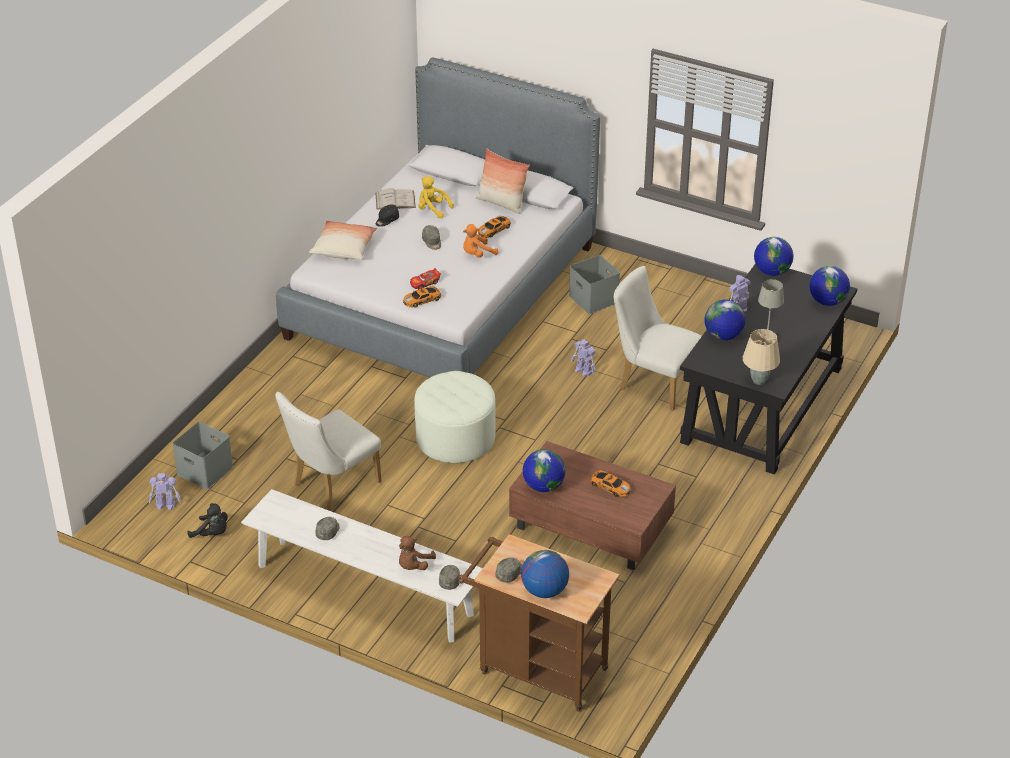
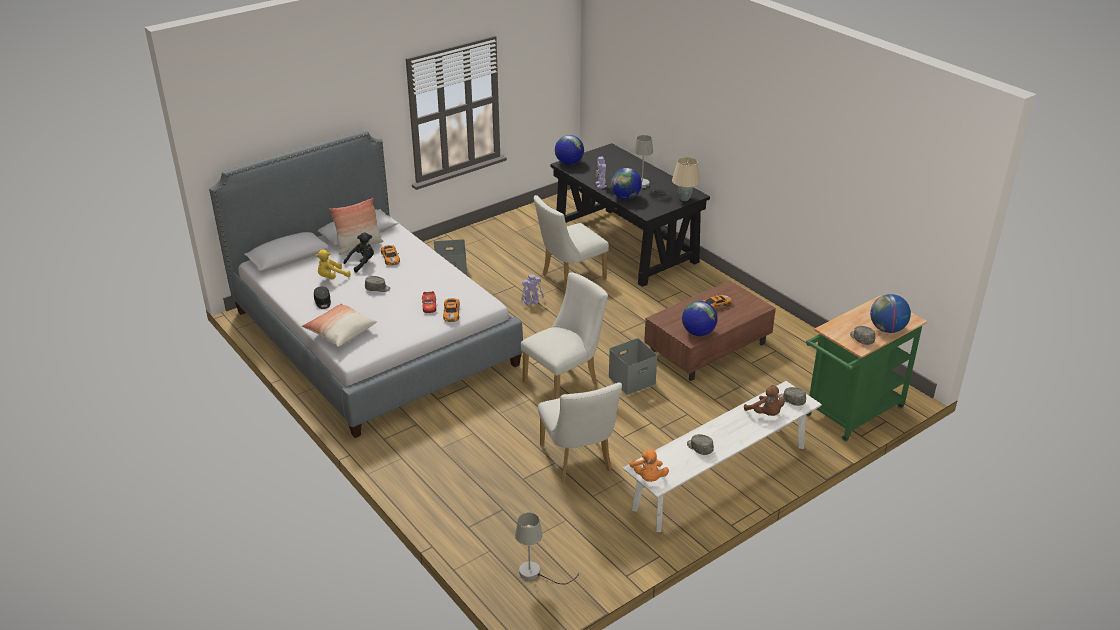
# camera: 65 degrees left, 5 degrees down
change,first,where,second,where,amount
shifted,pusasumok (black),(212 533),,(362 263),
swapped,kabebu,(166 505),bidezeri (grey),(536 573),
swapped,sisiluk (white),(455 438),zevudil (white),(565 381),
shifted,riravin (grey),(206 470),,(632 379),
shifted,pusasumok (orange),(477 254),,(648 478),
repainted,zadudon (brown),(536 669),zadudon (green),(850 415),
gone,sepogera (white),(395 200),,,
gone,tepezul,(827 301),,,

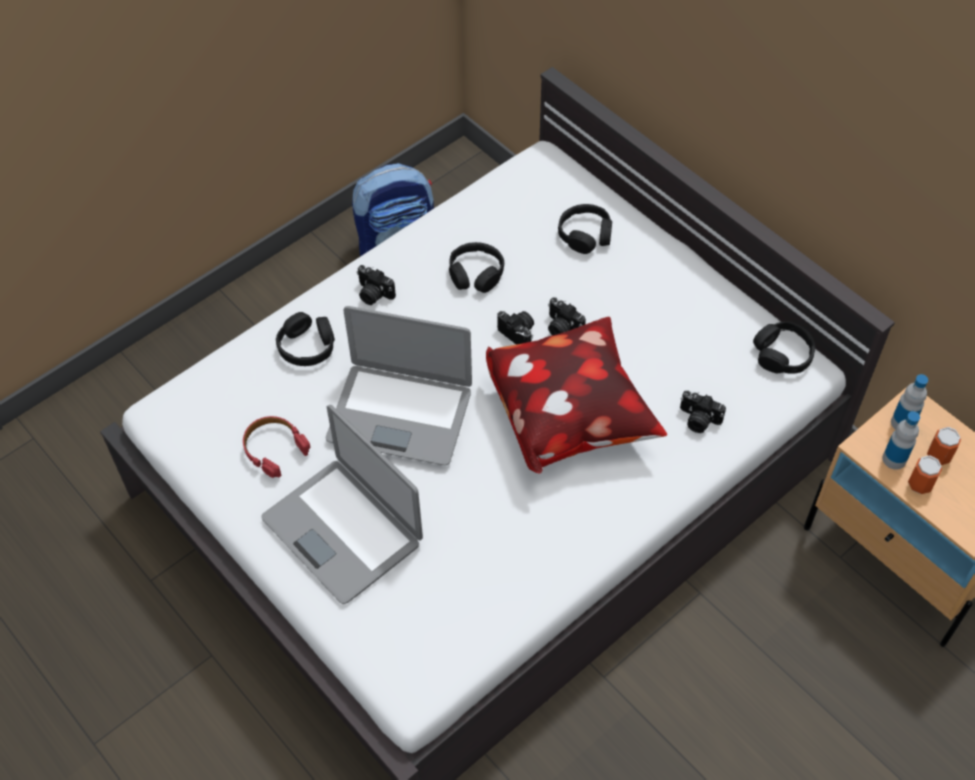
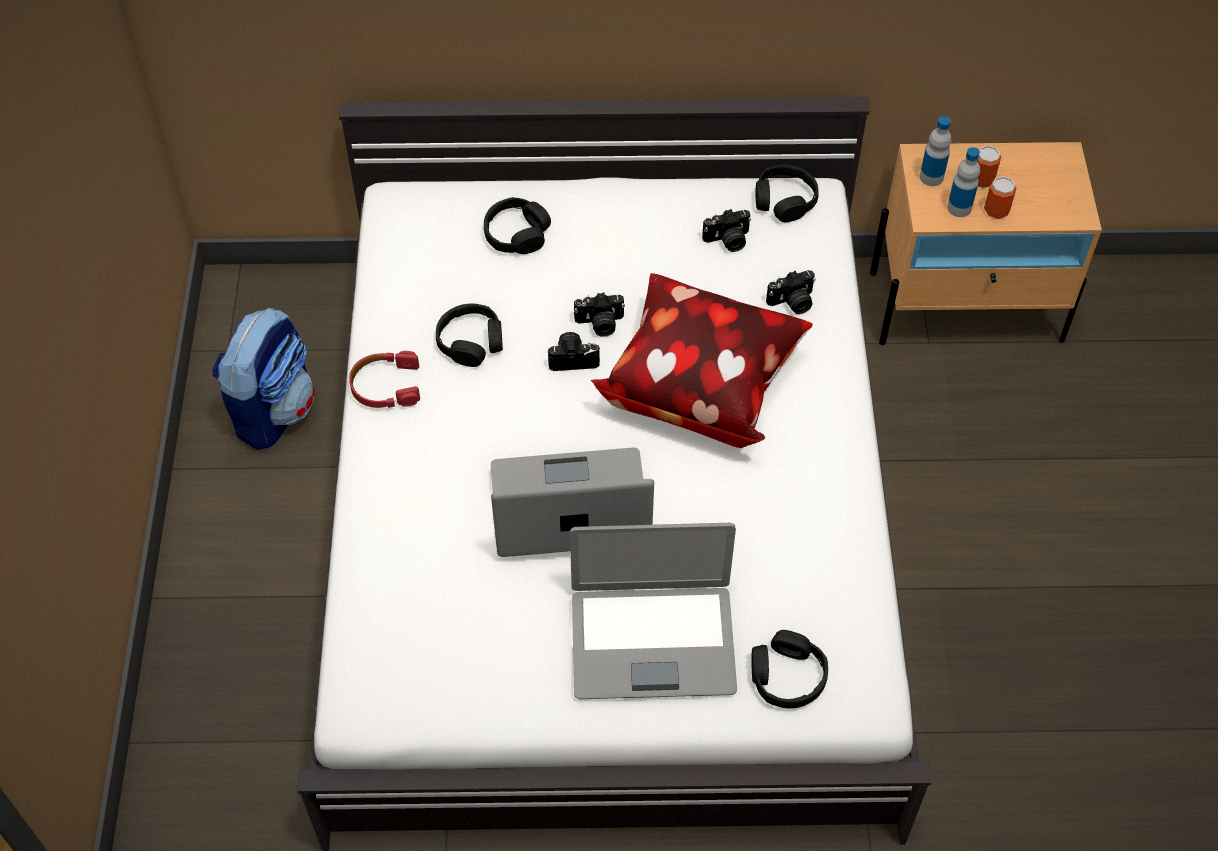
# camera: 50 degrees left, 0 degrees up
change,first,where,second,where,amount
shifted,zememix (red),(274 449),,(385 386),
rotated,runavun,(400 414),,(570 508),150 degrees counterclockwise
shifted,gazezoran,(373 294),,(728 241),
shifted,zememix (black),(307 346),,(787 676),

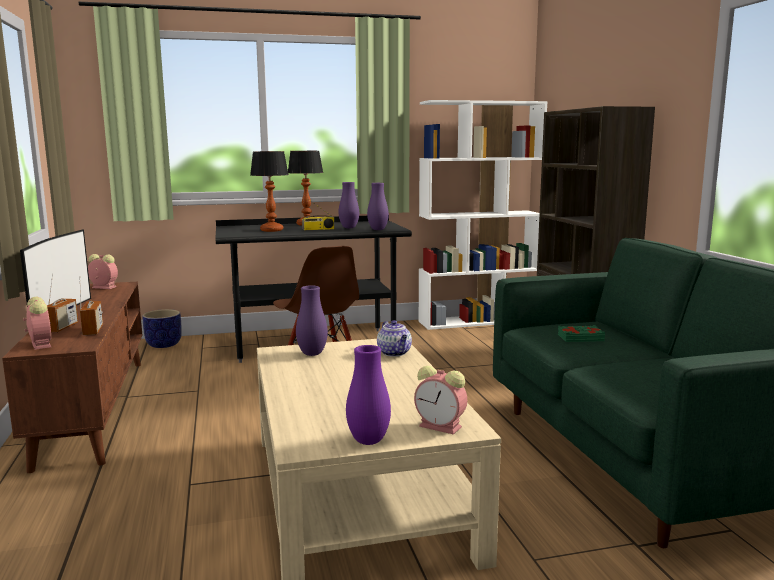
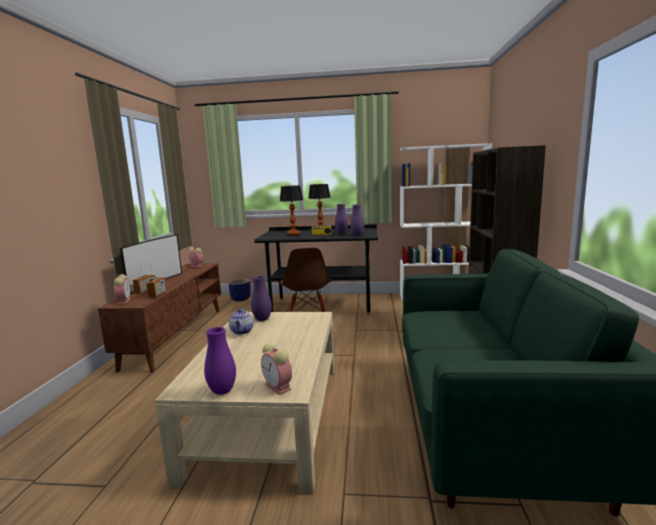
# camera: 20 degrees right, 0 degrees up
change,first,where,second,where,amount
shifted,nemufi,(395 353),,(242 331),
gone,sepogera (green),(580 338),,,

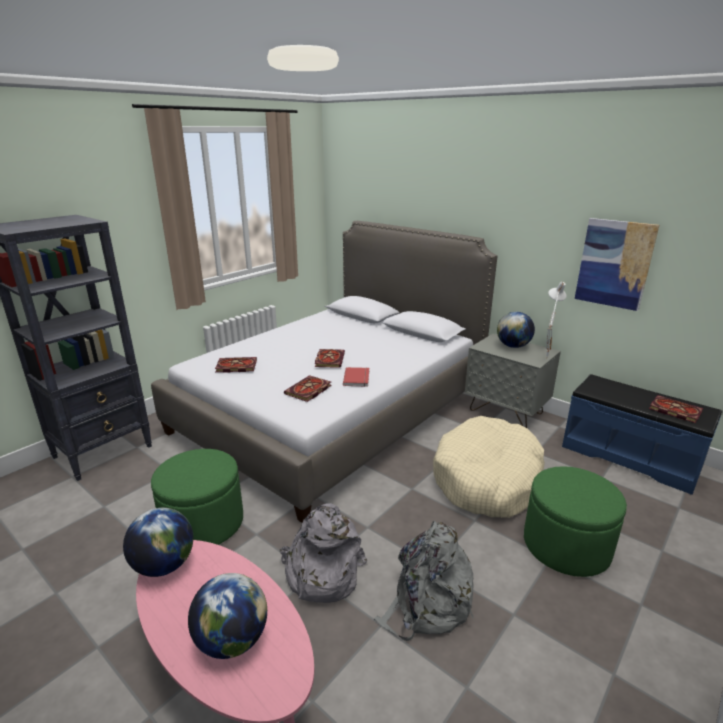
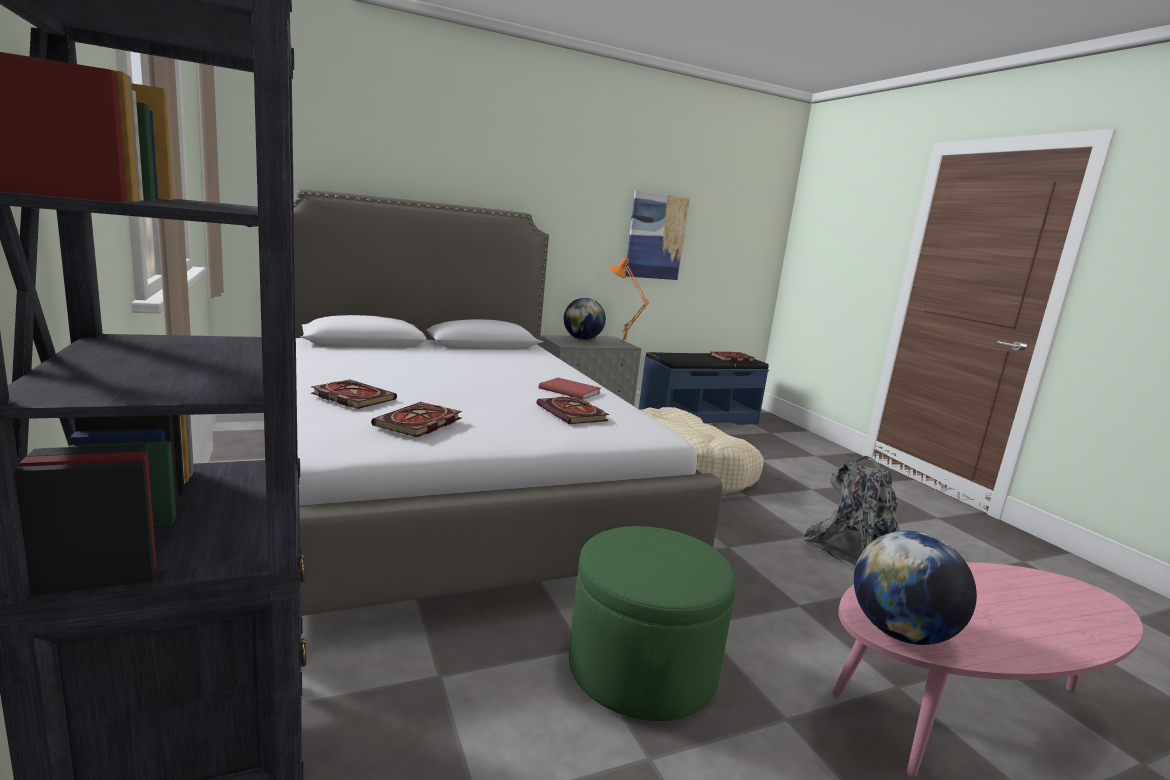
# camera: 65 degrees left, 10 degrees down
change,first,where,second,where,amount
shifted,sepogera,(329 359),,(351 397),
repainted,bidezeri (white),(545 357),bidezeri (orange),(622 341),
gone,tepezul,(232 640),,,
gone,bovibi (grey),(321 573),,,
gone,sisiluk (green),(566 545),,,

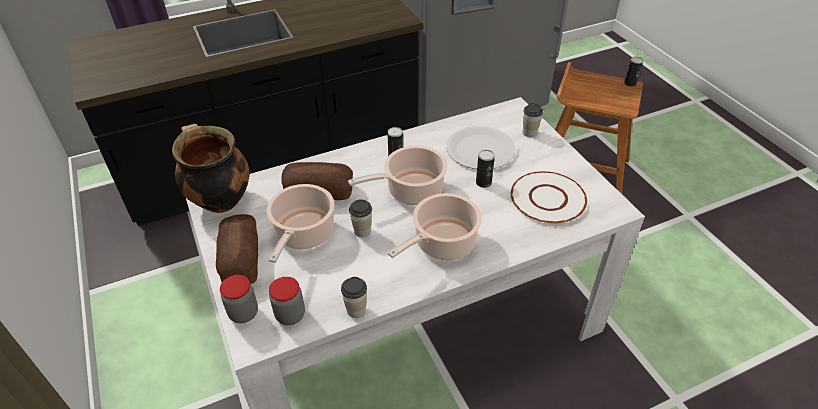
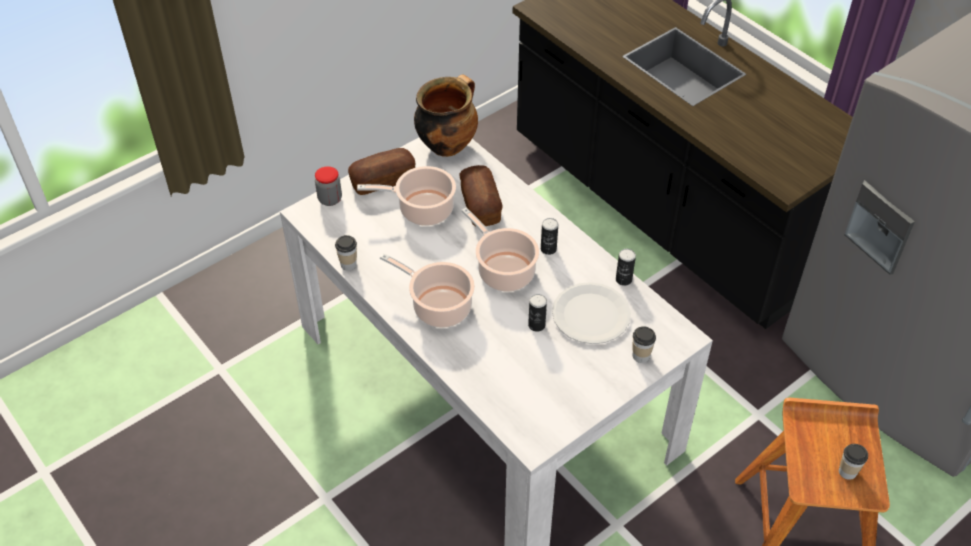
# camera: 75 degrees right, 5 degrees up
change,first,where,second,where,amount
shifted,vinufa,(630 83),,(623 279),
shifted,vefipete,(362 231),,(847 471),
gone,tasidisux,(290 315),,,
gone,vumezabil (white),(547 199),,,

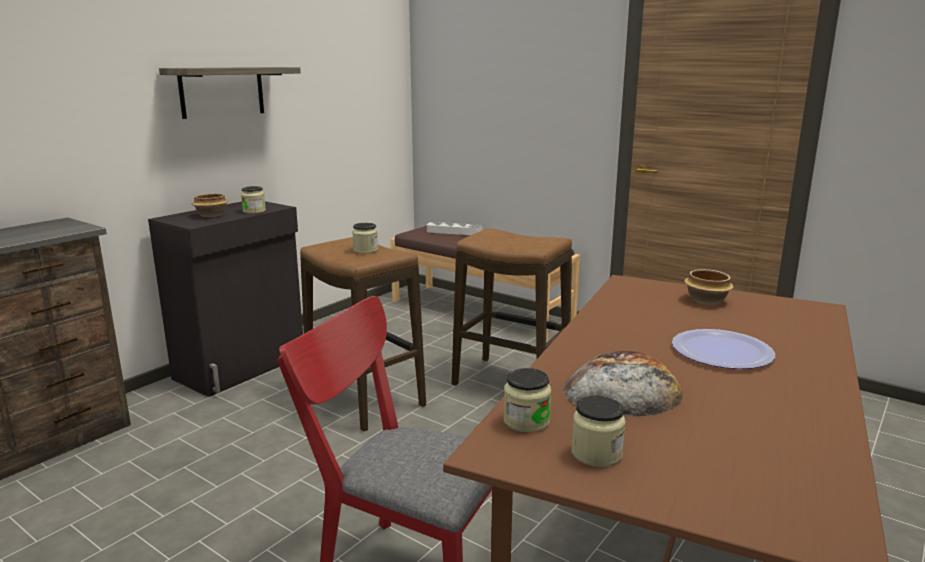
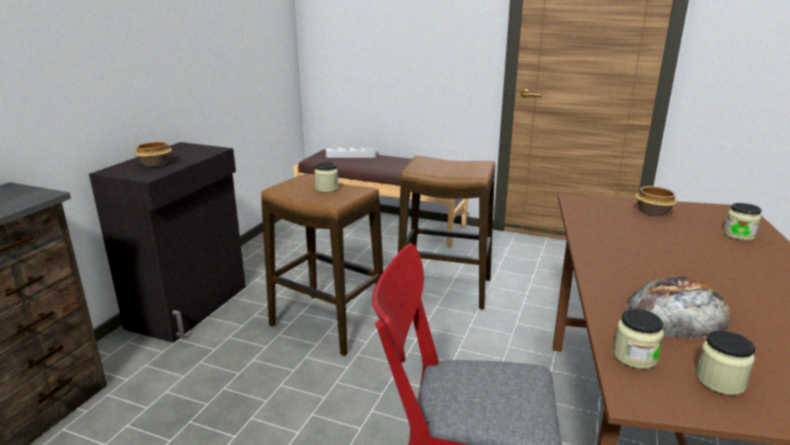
# camera: 15 degrees left, 5 degrees up
change,first,where,second,where,amount
shifted,tasidisux,(254 211),,(739 235),
gone,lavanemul,(222 91),,,
gone,vumezabil,(722 351),,,

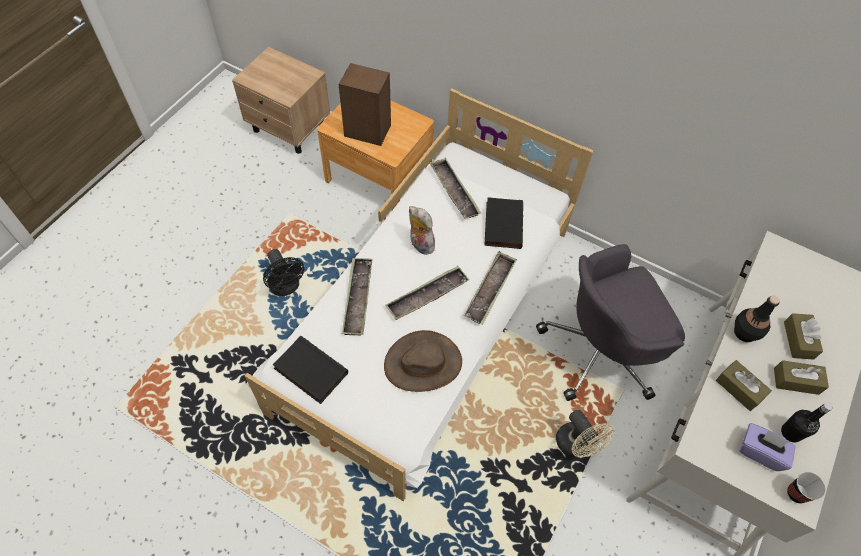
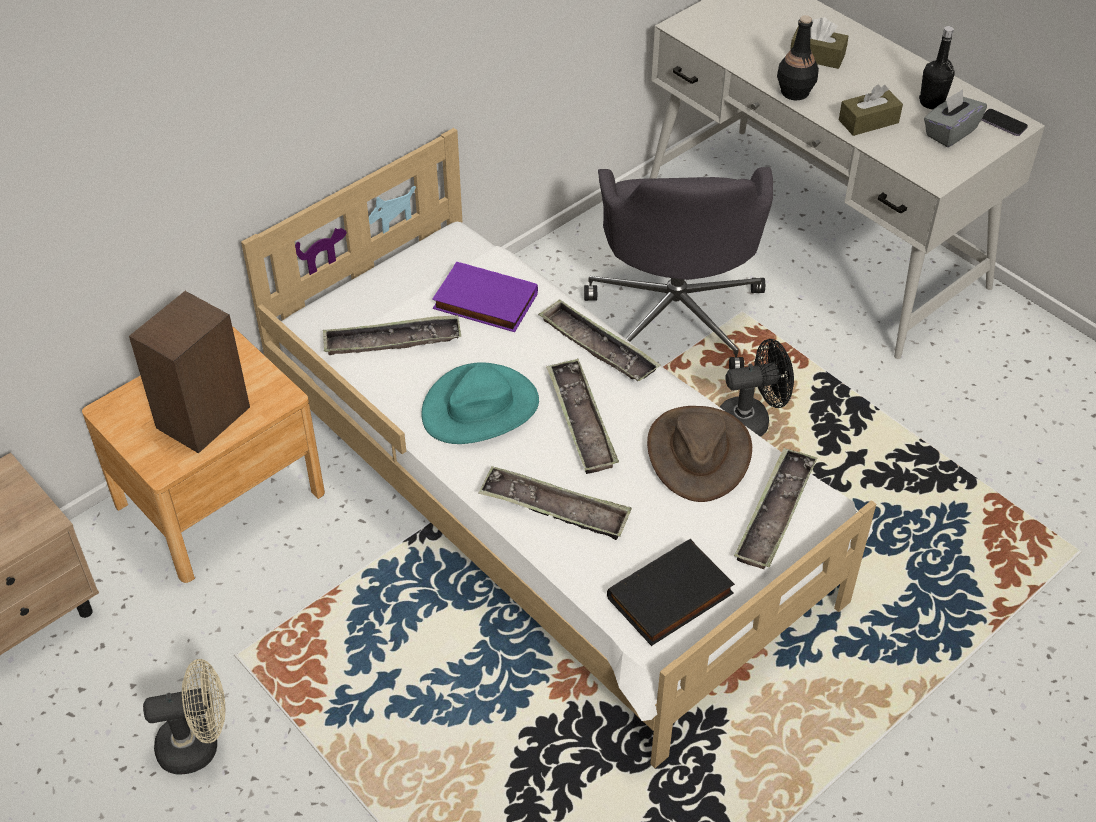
# camera: 70 degrees left, 10 degrees down
change,first,where,second,where,amount
shifted,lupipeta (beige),(576 446),,(198 745),
swapped,pusasumok,(420 244),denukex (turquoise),(480 408),
repainted,sepogera (black),(502 224),sepogera (purple),(484 303),
shifted,lupipeta (black),(286 287),,(751 421),
new,,,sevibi,(775 513),
repainted,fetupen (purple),(760 451),fetupen (grey),(950 132),
swapped,vefipete,(796 493),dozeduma,(1003 124),
gone,fetupen (brown),(796 381),,,

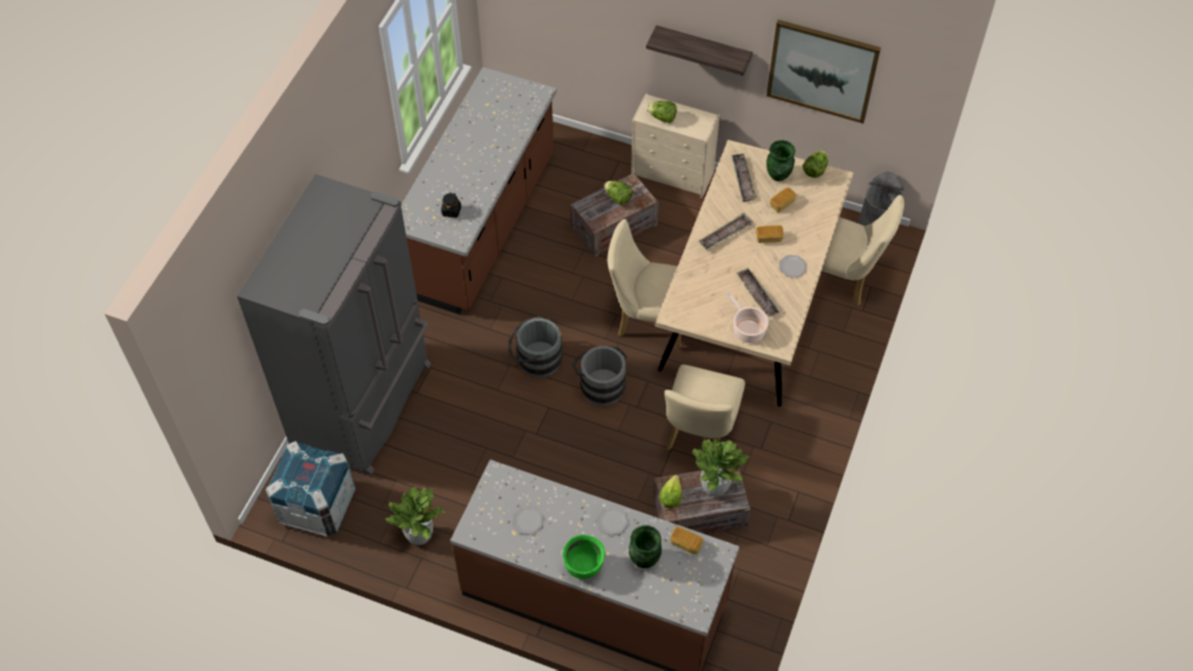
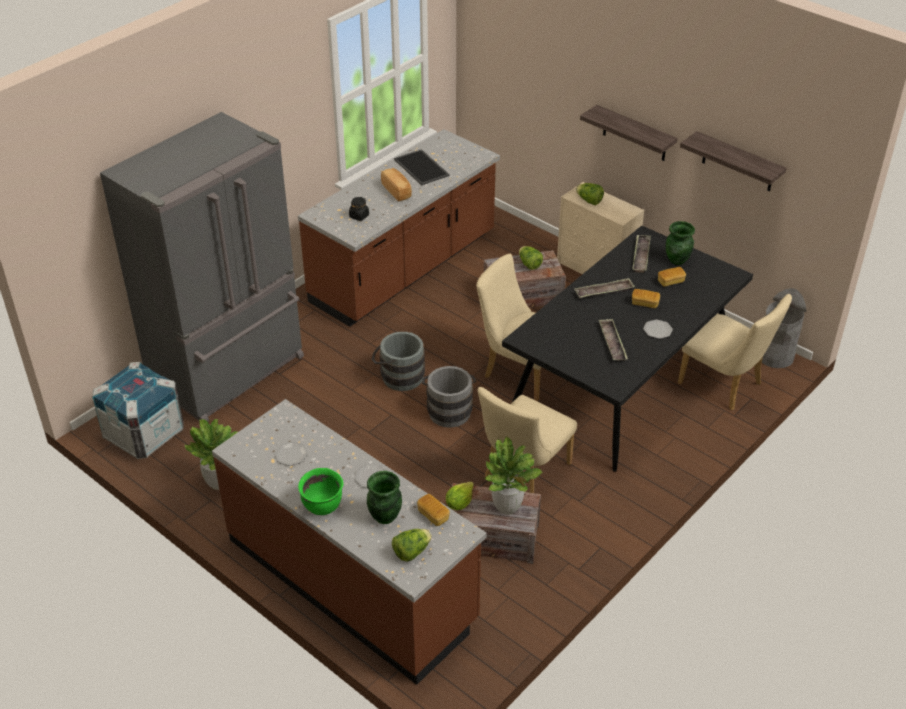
# camera: 20 degrees right, 15 degrees down
change,first,where,second,where,amount
new,,,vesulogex,(397 191),
shifted,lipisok,(815 170),,(411 552),
new,,,sevibi,(422 167),
repainted,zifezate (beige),(748 303),zifezate (black),(622 382),
swapped,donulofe,(822 70),lavanemul,(738 162),
gone,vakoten,(747 329),,,

